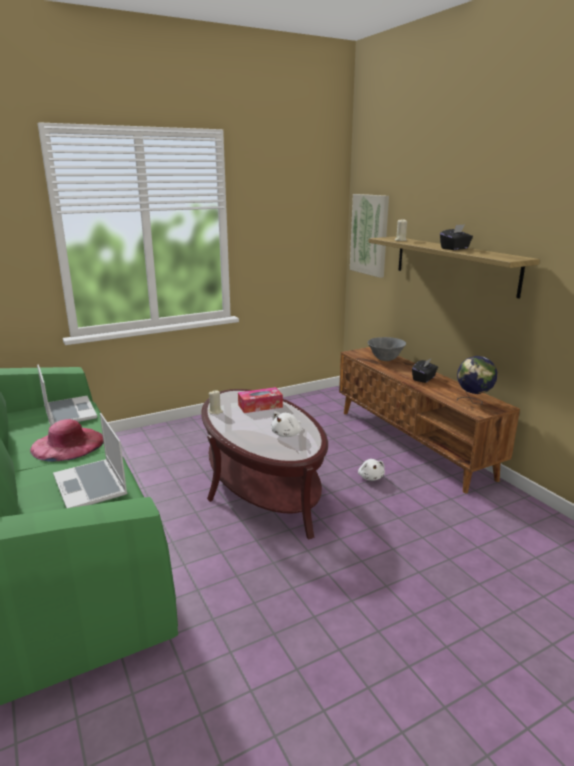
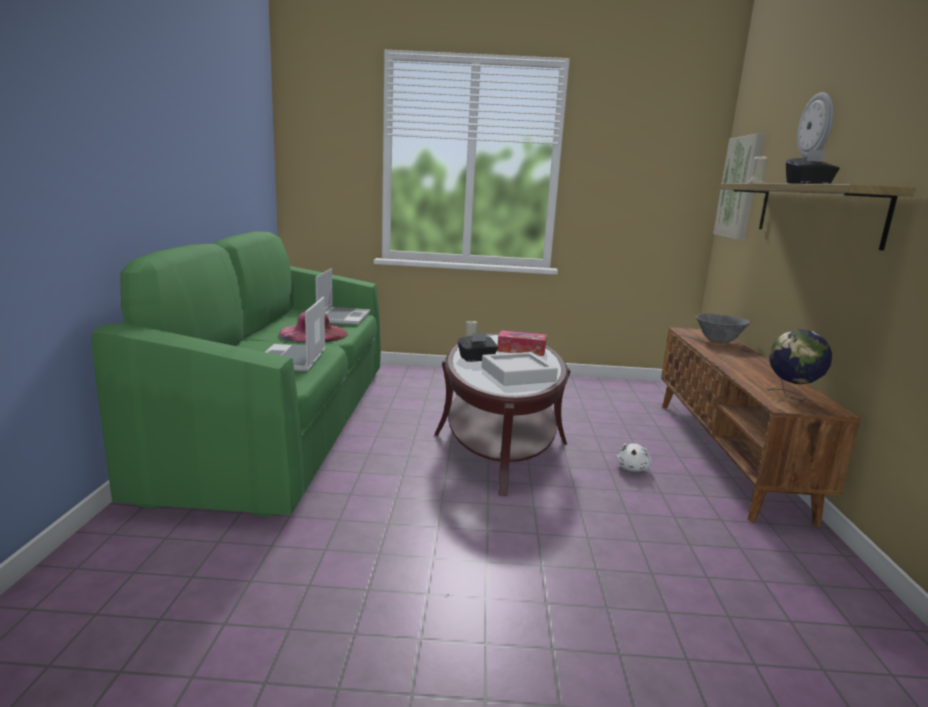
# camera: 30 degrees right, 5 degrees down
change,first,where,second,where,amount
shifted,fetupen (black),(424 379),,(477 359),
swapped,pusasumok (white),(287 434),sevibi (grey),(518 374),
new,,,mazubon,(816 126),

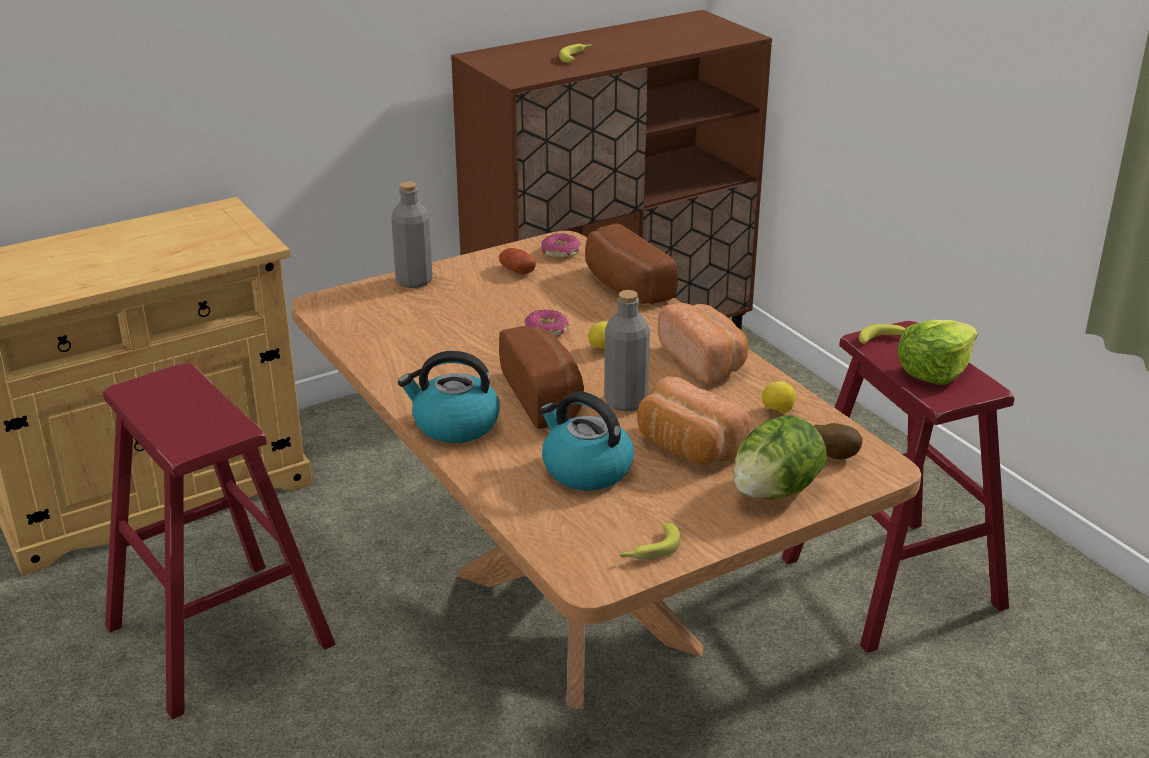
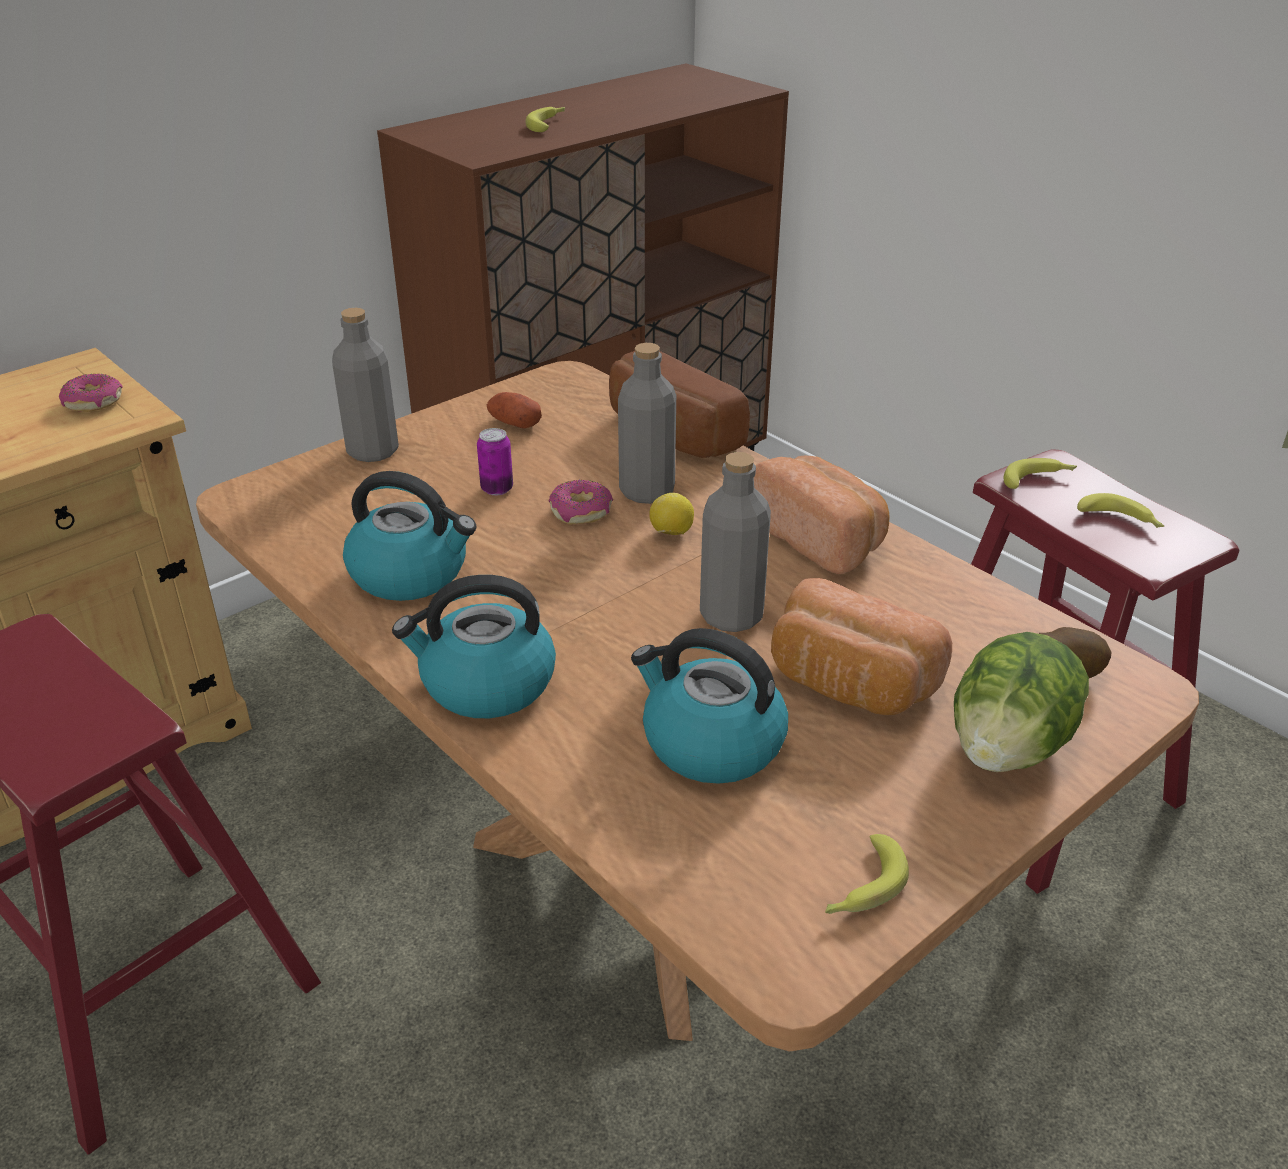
# camera: 10 degrees left, 5 degrees up
change,first,where,second,where,amount
shifted,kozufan,(561 252),,(94 402),
new,,,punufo,(411 573),
new,,,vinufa,(497 489),
new,,,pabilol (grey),(647 491),
swapped,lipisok,(934 371),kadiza,(1120 520),
gone,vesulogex,(546 396),,,
gone,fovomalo,(777 411),,,

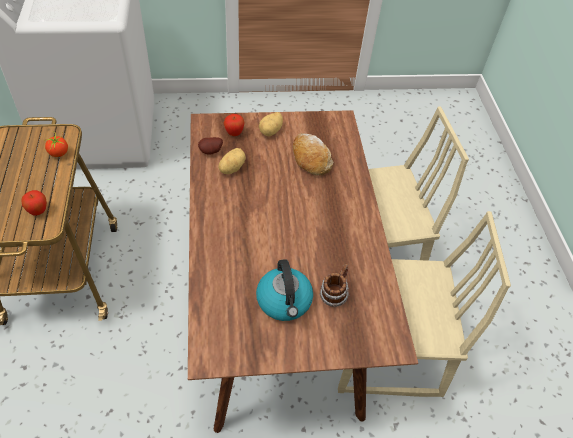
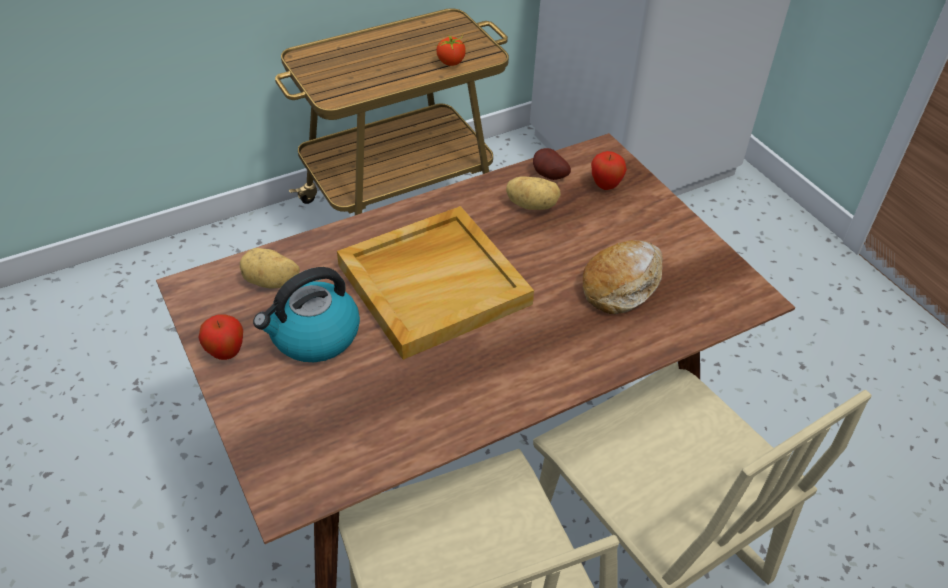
# camera: 70 degrees right, 5 degrees down
change,first,where,second,where,amount
shifted,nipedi,(38 211),,(226 353),
shifted,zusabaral,(271 131),,(271 282),
new,,,sevibi (beige),(434 283),
gone,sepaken,(333 295),,,

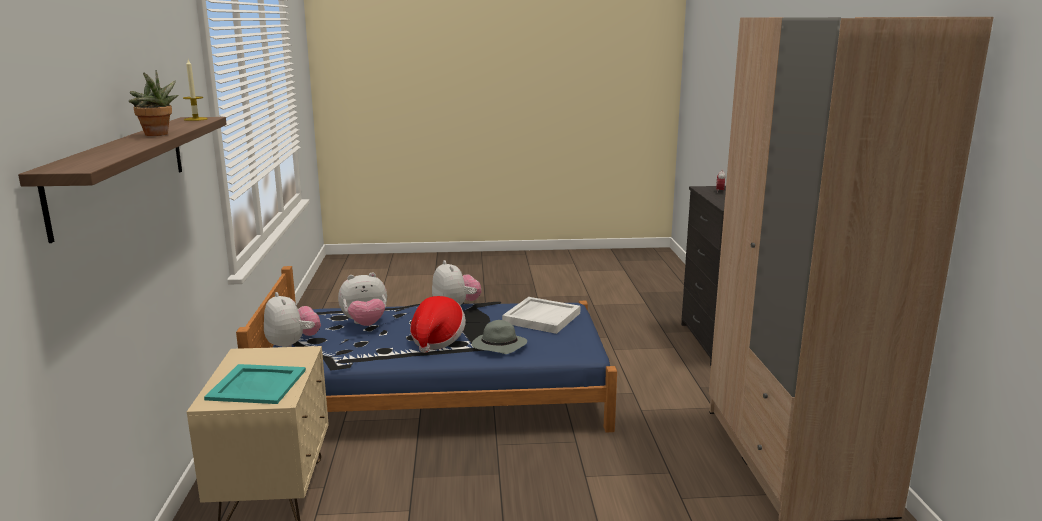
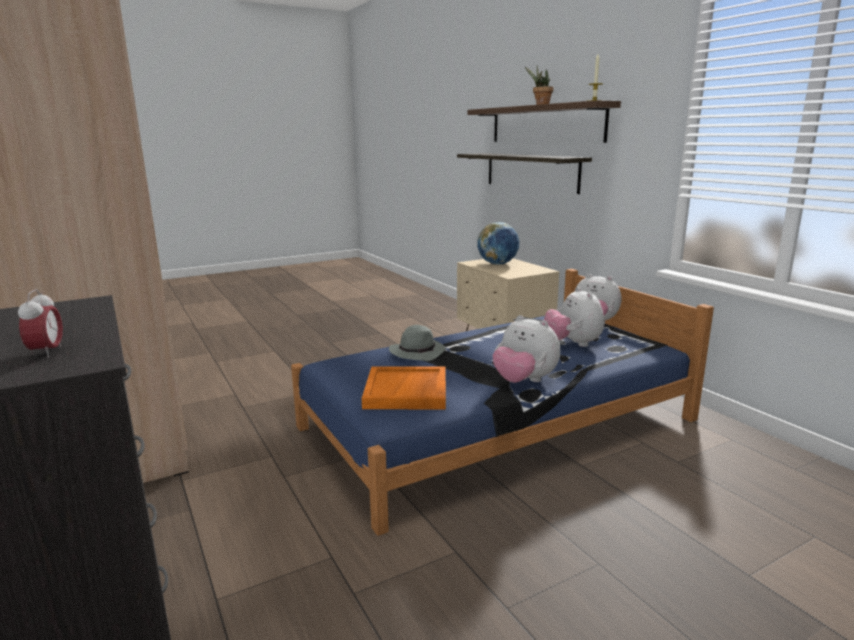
# camera: 155 degrees right, 0 degrees up
change,first,where,second,where,amount
repainted,sevibi (white),(541 317),sevibi (orange),(407 392),
new,,,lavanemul,(530 171),
swapped,sevibi (turquoise),(256 384),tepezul,(497 264),
rotated,pusasumok,(365 324),,(572 344),60 degrees counterclockwise
gone,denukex,(437 340),,,

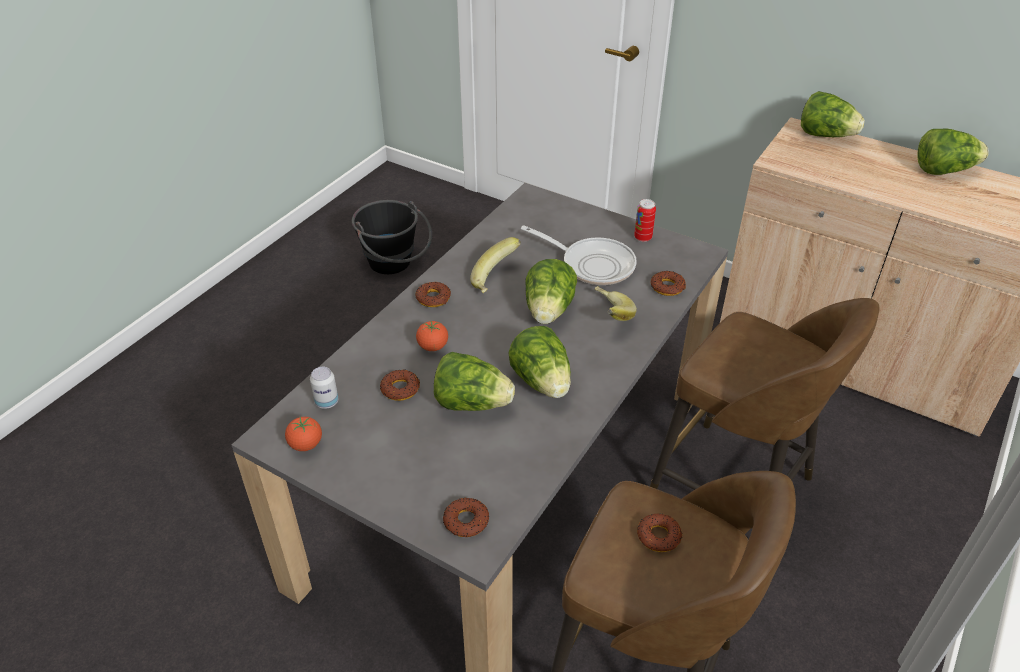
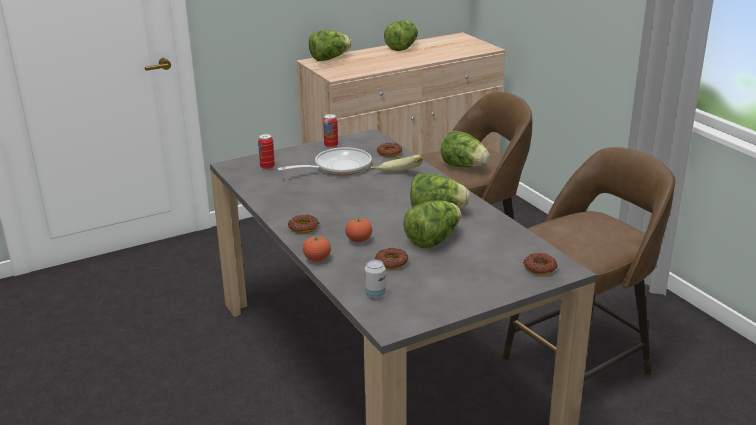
# camera: 60 degrees left, 15 degrees down
change,first,where,second,where,amount
new,,,vinufa,(267 167),
shifted,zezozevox,(306 444),,(317 259),
shifted,lipisok,(549 311),,(464 166),
gone,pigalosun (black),(395 266),,,
gone,kadiza,(496 280),,,
gone,kozufan,(659 536),,,

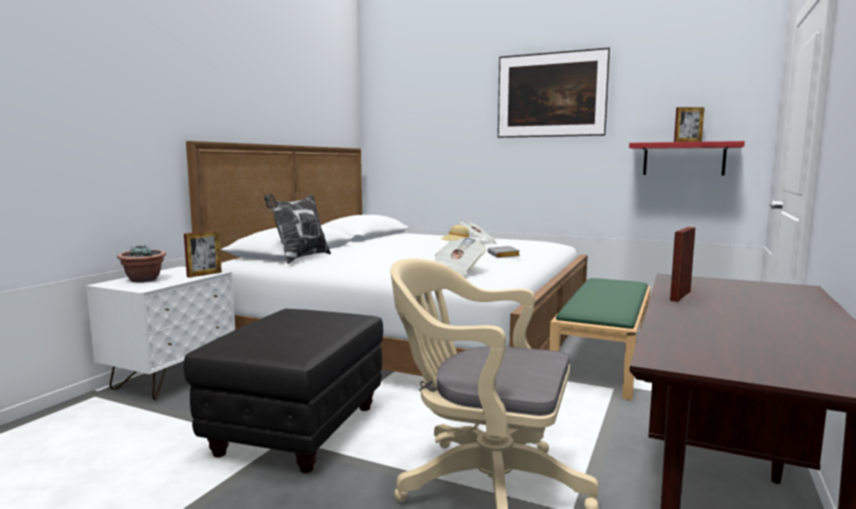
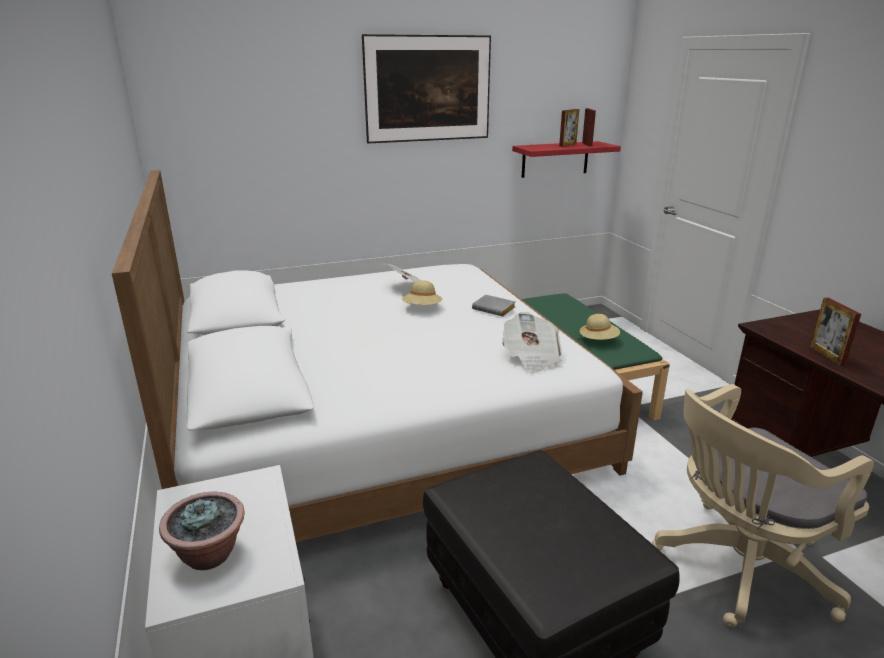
# camera: 45 degrees left, 15 degrees up
change,first,where,second,where,amount
new,,,denukex (beige),(598 340),
shifted,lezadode,(204 274),,(587 144),
gone,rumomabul,(300 258),,,

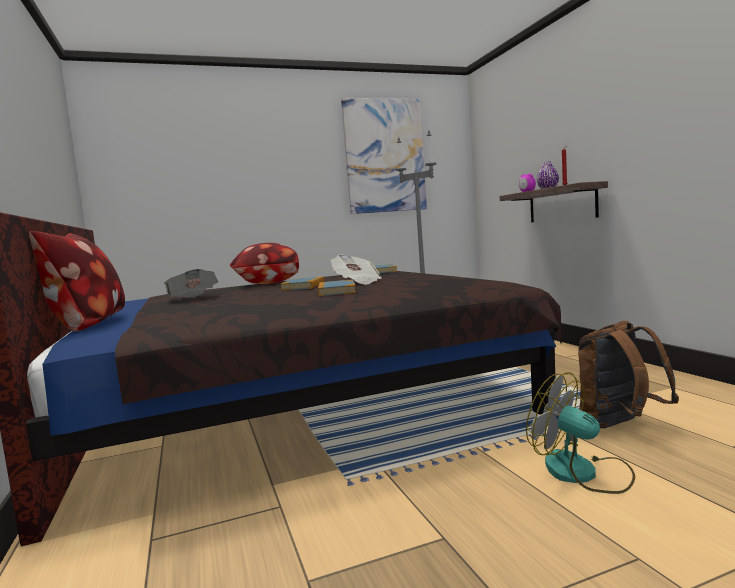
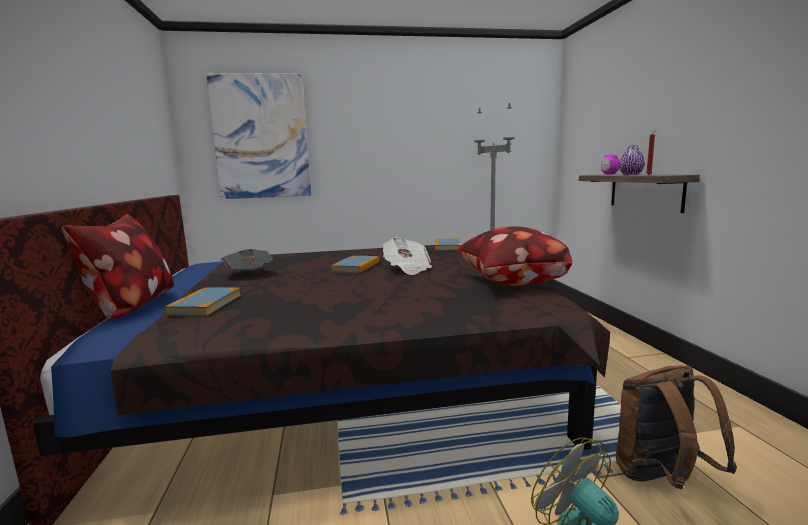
# camera: 10 degrees right, 5 degrees up
change,first,where,second,where,amount
shifted,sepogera,(336 291),,(205 304),
shifted,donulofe,(384 156),,(261 137),
shifted,rumomabul,(265 284),,(510 283),

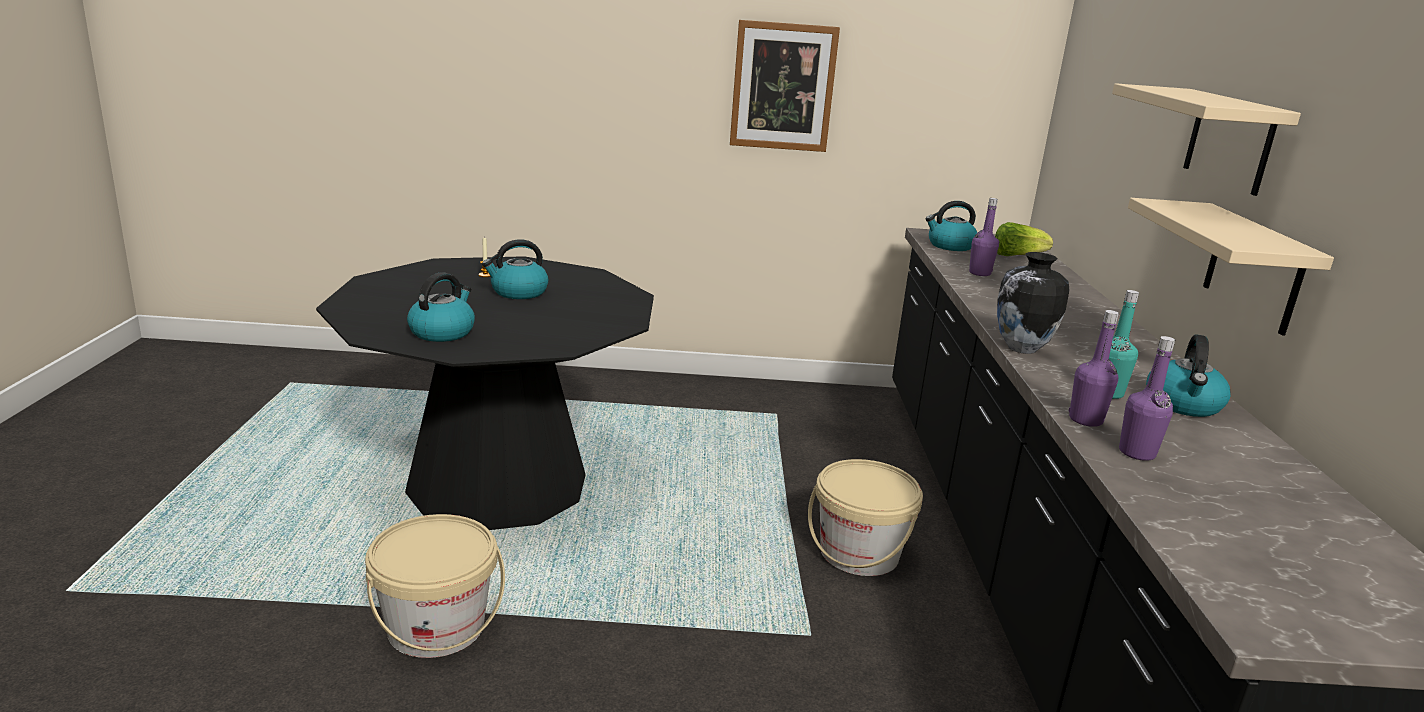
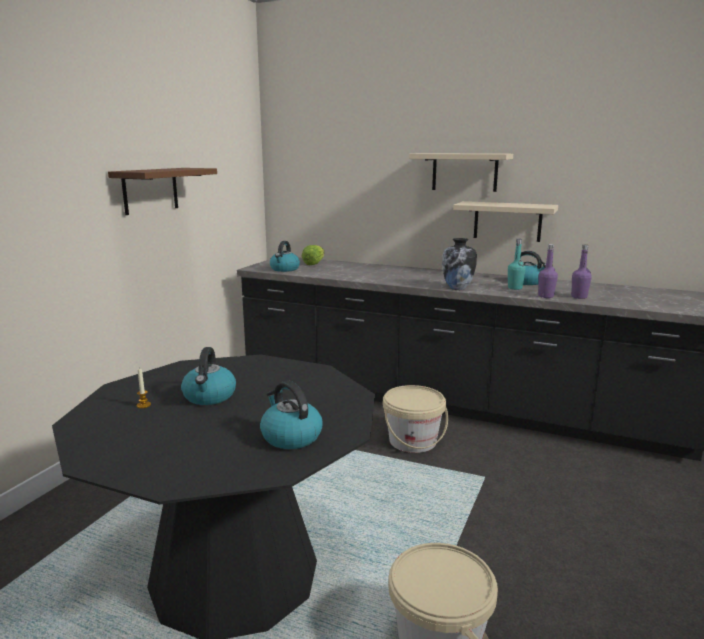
# camera: 65 degrees left, 5 degrees down
change,first,where,second,where,amount
swapped,donulofe,(783 87),lavanemul (brown),(150 190),
gone,pabilol (purple),(979 273),,,

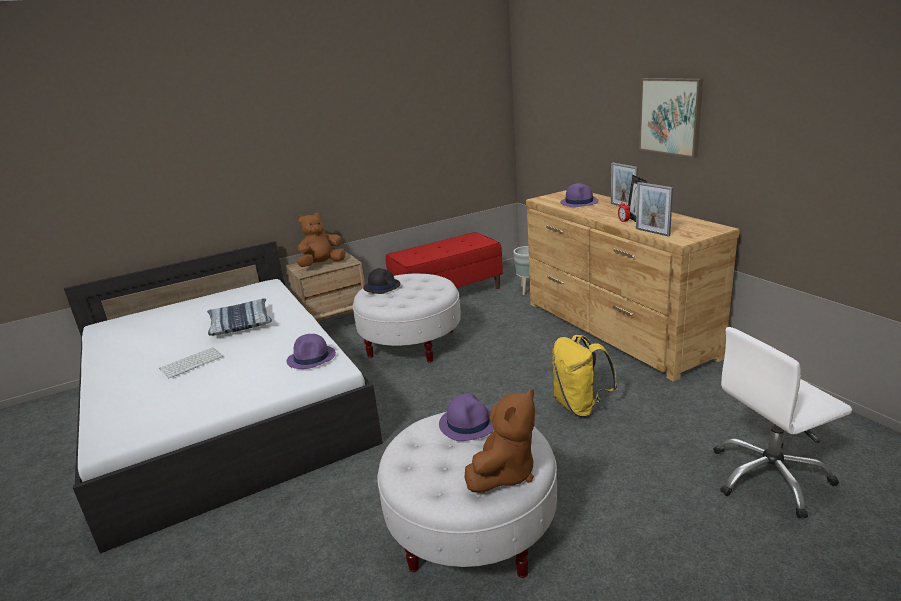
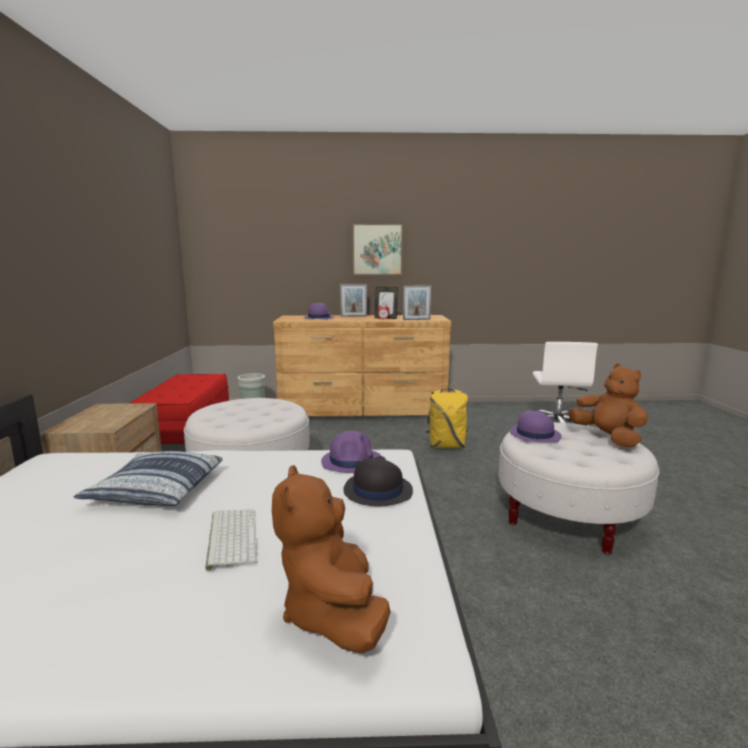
# camera: 65 degrees left, 10 degrees down
change,first,where,second,where,amount
shifted,pusasumok (brown),(322 264),,(332 613),
shifted,denukex (black),(382 286),,(377 490),

